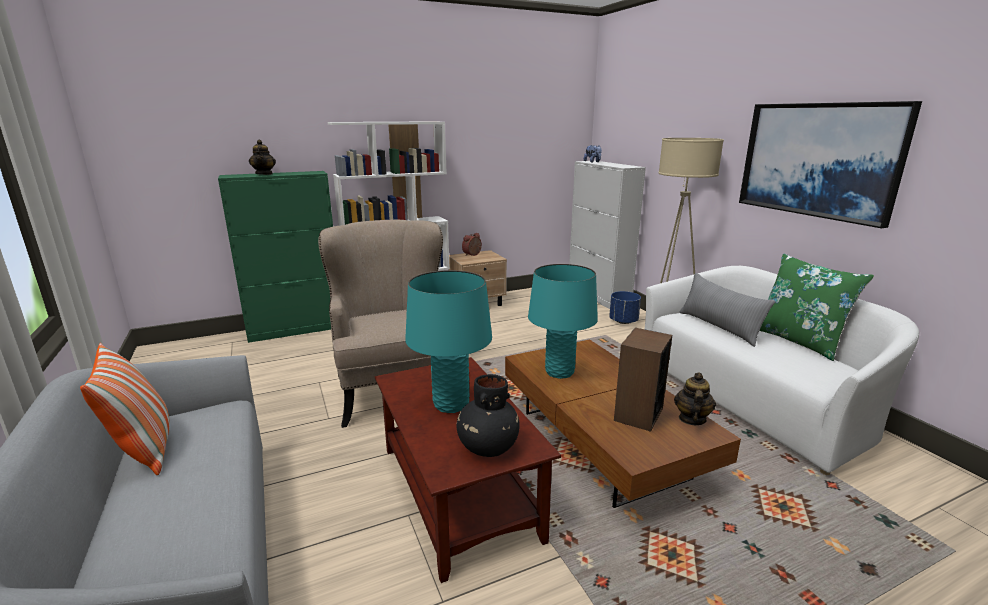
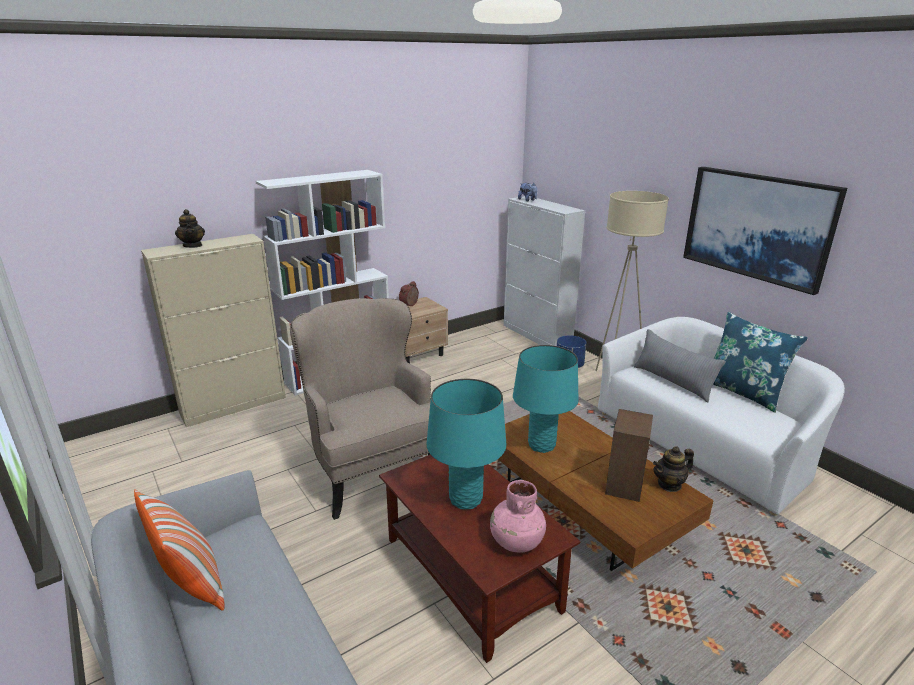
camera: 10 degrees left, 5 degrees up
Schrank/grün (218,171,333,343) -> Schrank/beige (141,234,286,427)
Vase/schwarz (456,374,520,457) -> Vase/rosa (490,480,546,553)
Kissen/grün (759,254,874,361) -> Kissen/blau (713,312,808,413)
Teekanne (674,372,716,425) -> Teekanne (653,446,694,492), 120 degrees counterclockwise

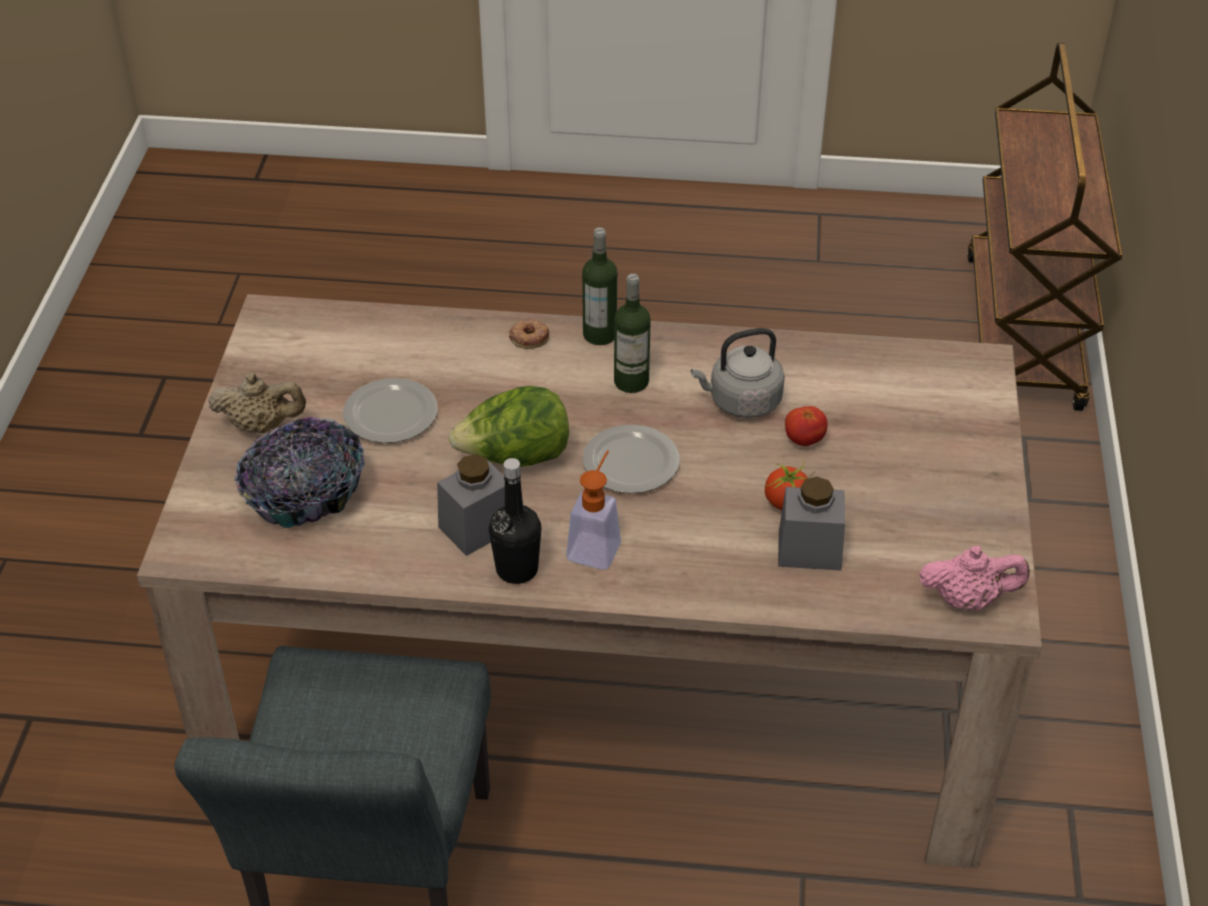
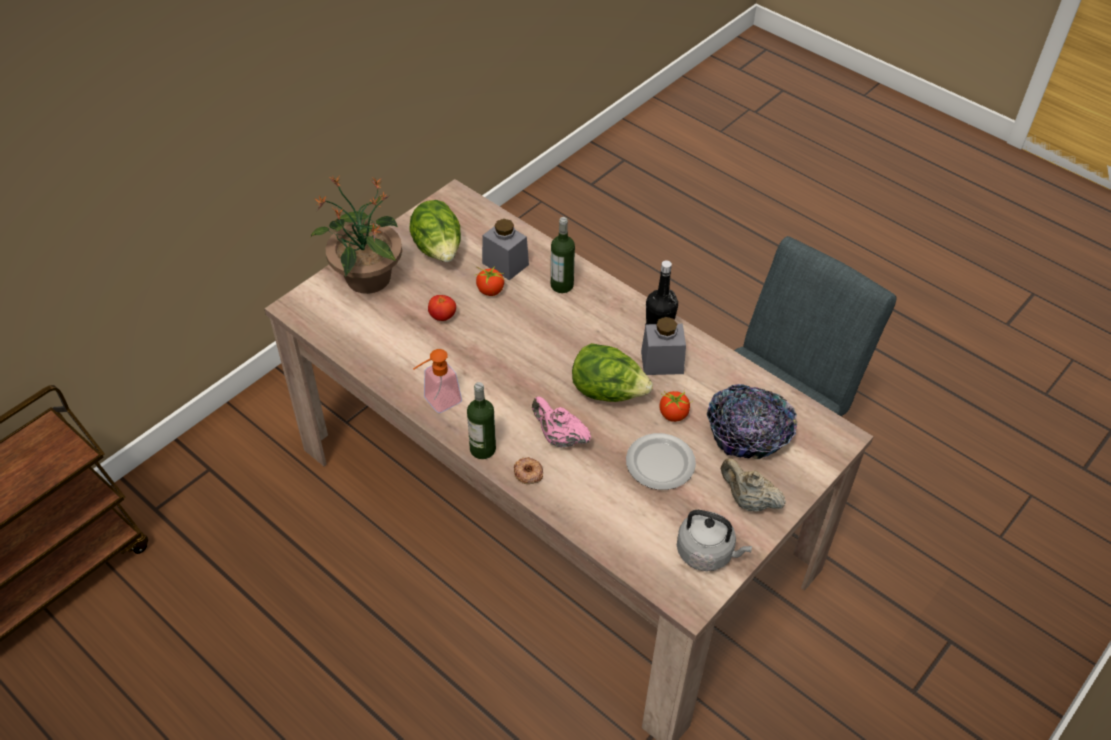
camera: 145 degrees left, 5 degrees up
Teller (583,425,680,493) -> none
none -> Topfpflanze (311,175,402,294)
none -> Salatkopf (409,200,461,262)
none -> Tomate (660,391,693,422)
Seifenspender (566,450,621,570) -> Seifenspender (413,349,462,413), relocated
Flasche (614,274,651,393) -> Flasche (551,217,575,293), relocated
Wasserkessel/grau (691,328,785,418) -> Wasserkessel/grau (677,510,752,571), relocated
Teekanne/rosa (919,546,1030,611) -> Teekanne/rosa (532,397,591,448), relocated

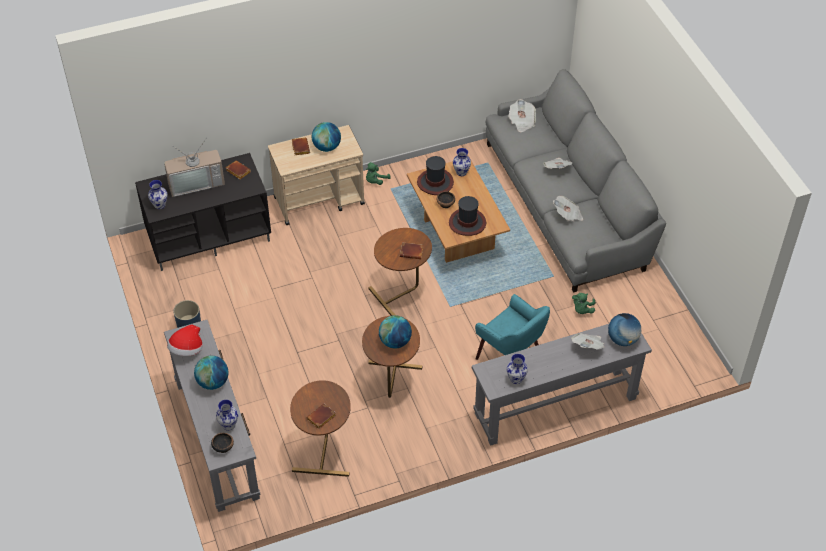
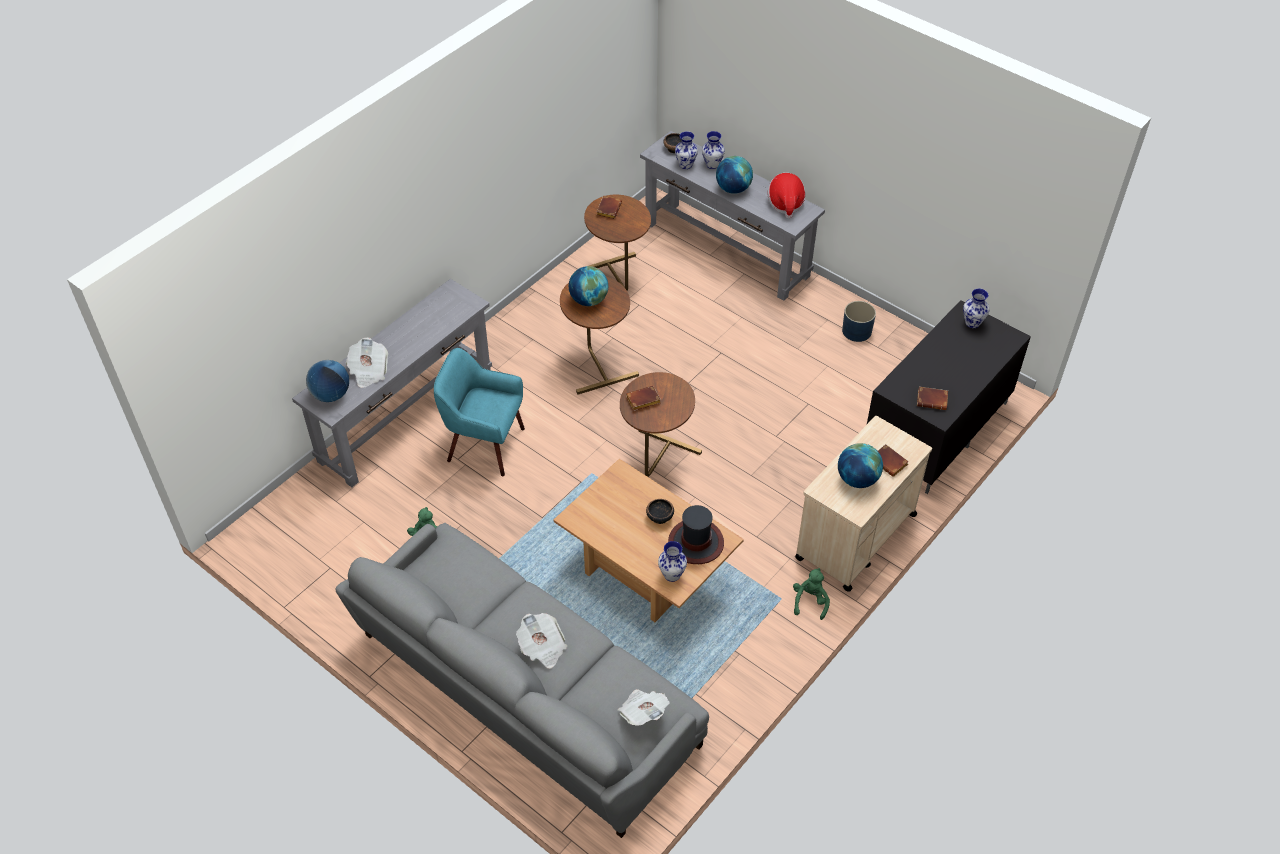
camera: 150 degrees right, 0 degrees up
Fernseher (164,137,225,197) -> none
Hut (449,196,486,236) -> none
Zeitung (553,196,584,221) -> none
Vase (506,354,528,384) -> Vase (702,131,725,169), relocated

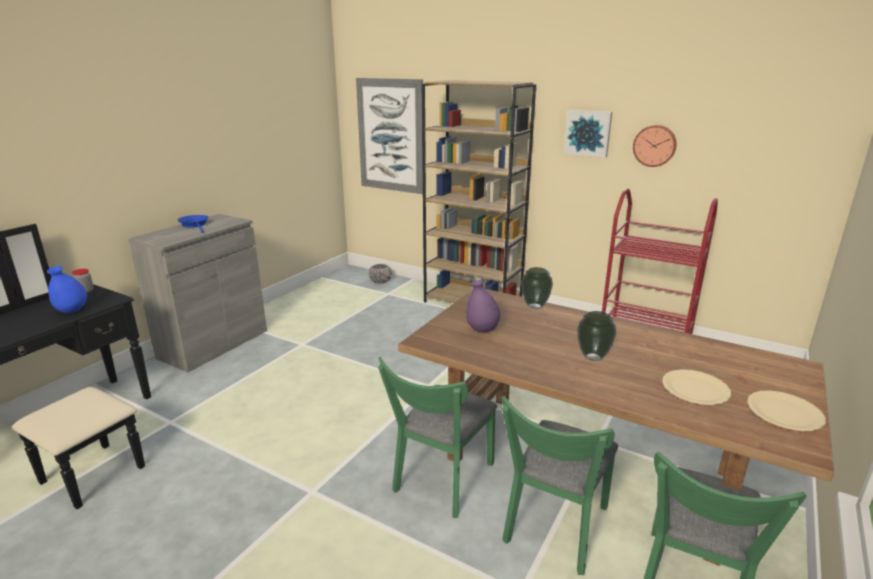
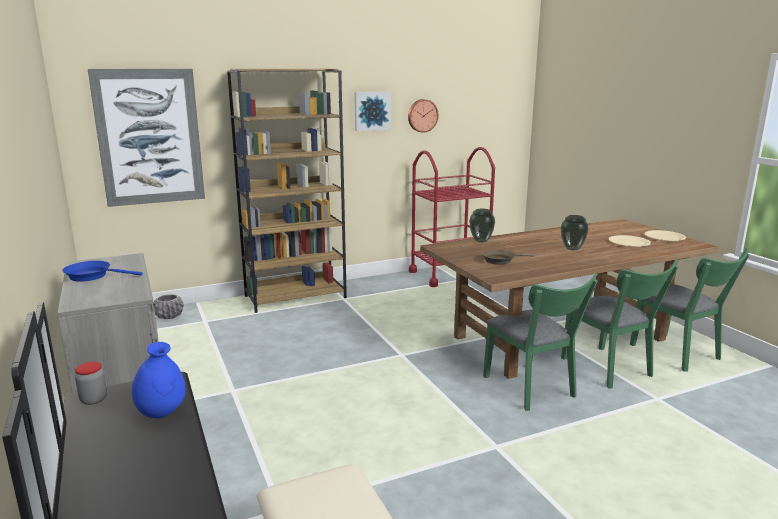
camera: 55 degrees left, 5 degrees down
Vase/lila (467,280,500,332) -> Pfanne/braun (482,250,535,265)

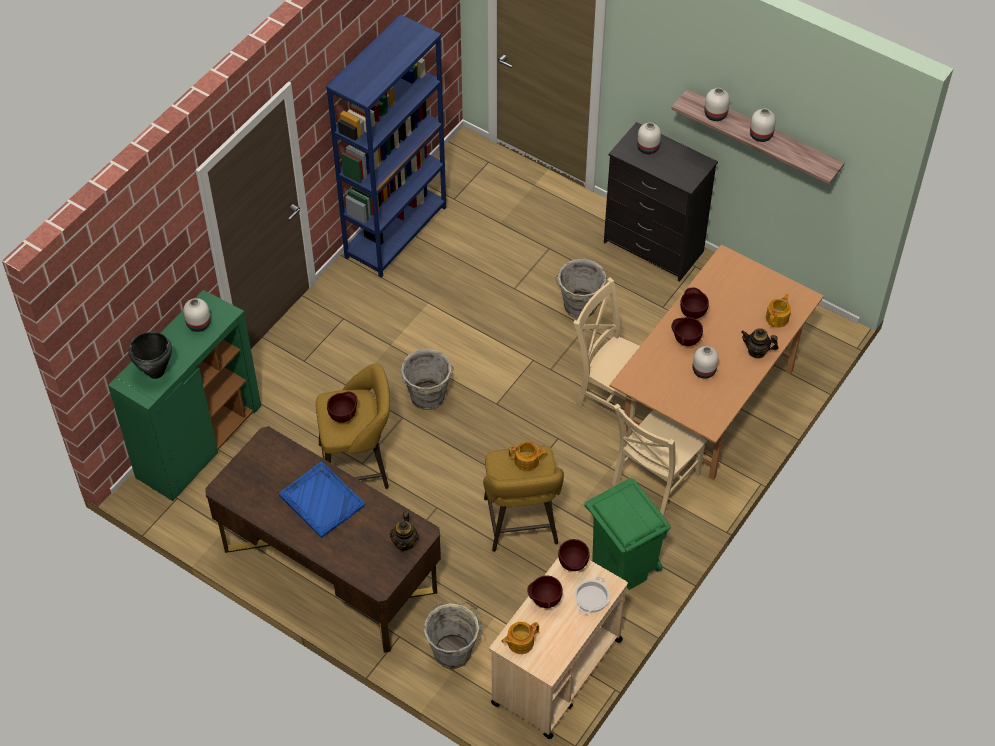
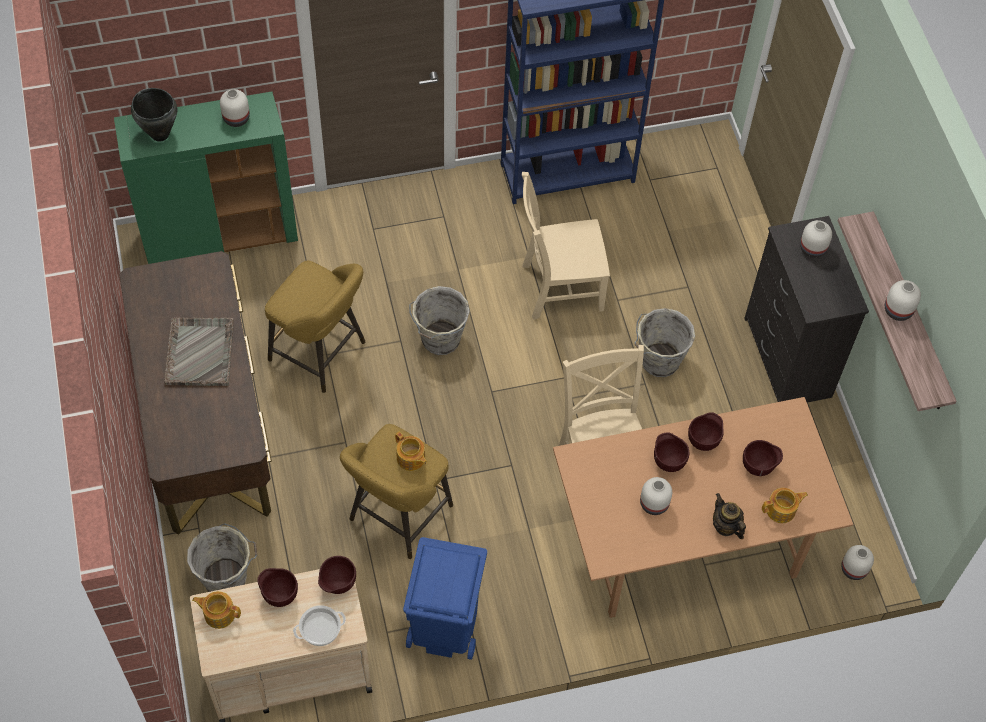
camera: 40 degrees right, 5 degrees up
Teekanne (390,512,419,551) -> none
Schüssel/braun (327,391,357,423) -> Schüssel/braun (743,440,783,476), relocated
Stuhl/beige (612,404,707,516) -> Stuhl/beige (522,172,610,320), relocated
Vase/weiß (704,88,730,121) -> Vase/weiß (841,545,874,580), relocated
Tablett/blau (279,462,365,538) -> Tablett/grau (164,317,234,386)
Mülleimer/grün (584,478,671,590) -> Mülleimer/blau (403,537,487,660)

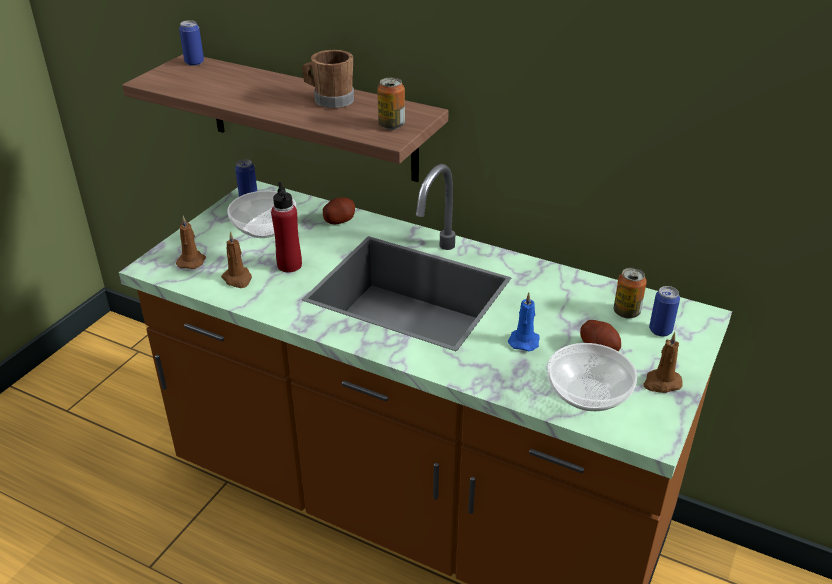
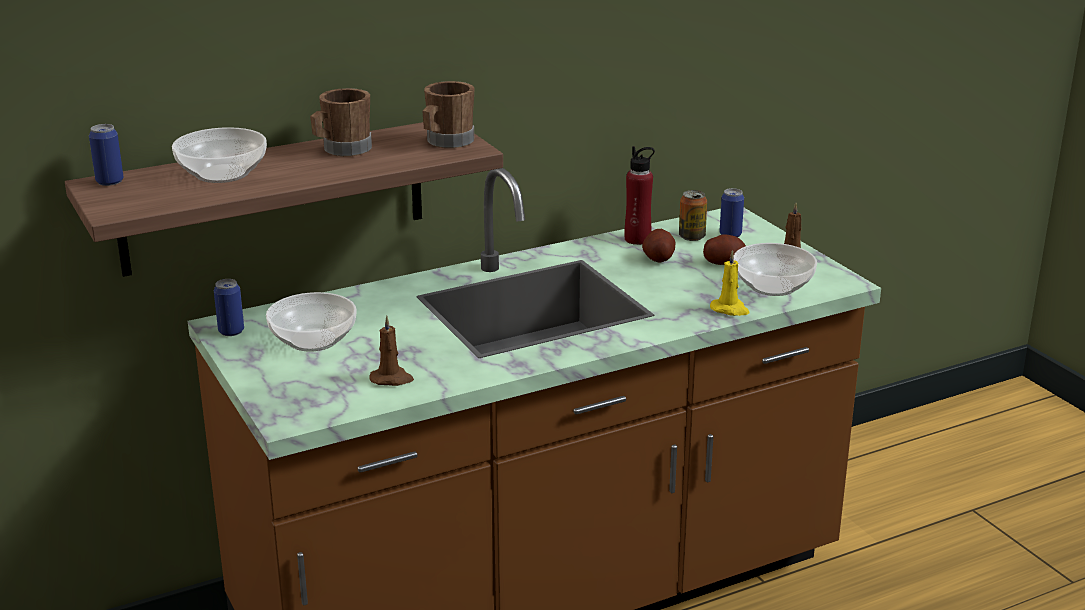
camera: 55 degrees left, 10 degrees down
Kerze/braun (176,216,206,269) -> none
Kerze/blau (508,293,540,351) -> none
none -> Schüssel (172,127,267,183)
none -> Kerze/gelb (710,250,749,316)
Flasche/rot (271,182,302,272) -> Flasche/rot (624,146,655,245), relocated
Kartoffel (323,197,355,224) -> Kartoffel (642,229,676,262), relocated
Dose (377,78,405,130) -> Henkelbecher/braun (422,81,475,148)

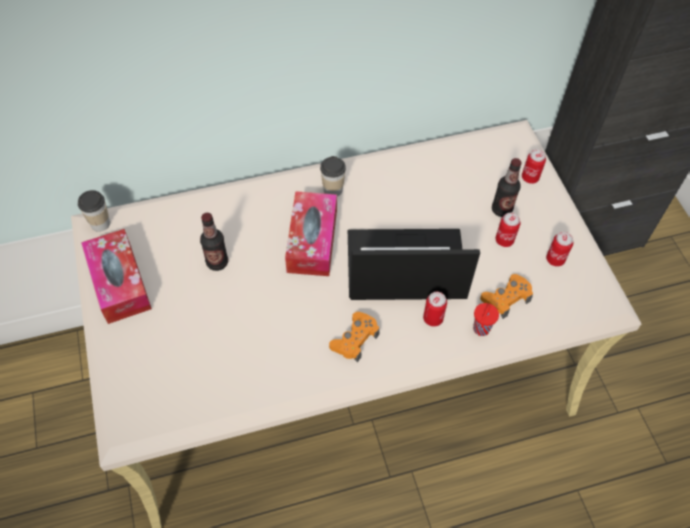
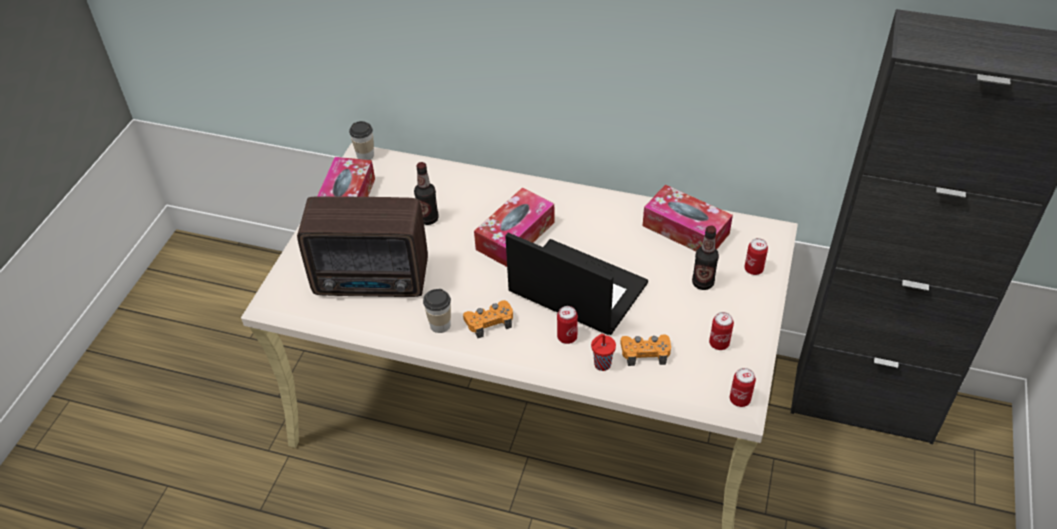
camera: 35 degrees right, 10 degrees down
none -> Radio (297,196,428,297)
none -> Taschentuchbox (643,185,733,251)
Tasse (320,156,346,196) -> Tasse (423,289,451,333), relocated
Dose (495,213,520,247) -> Dose (730,368,756,407), relocated

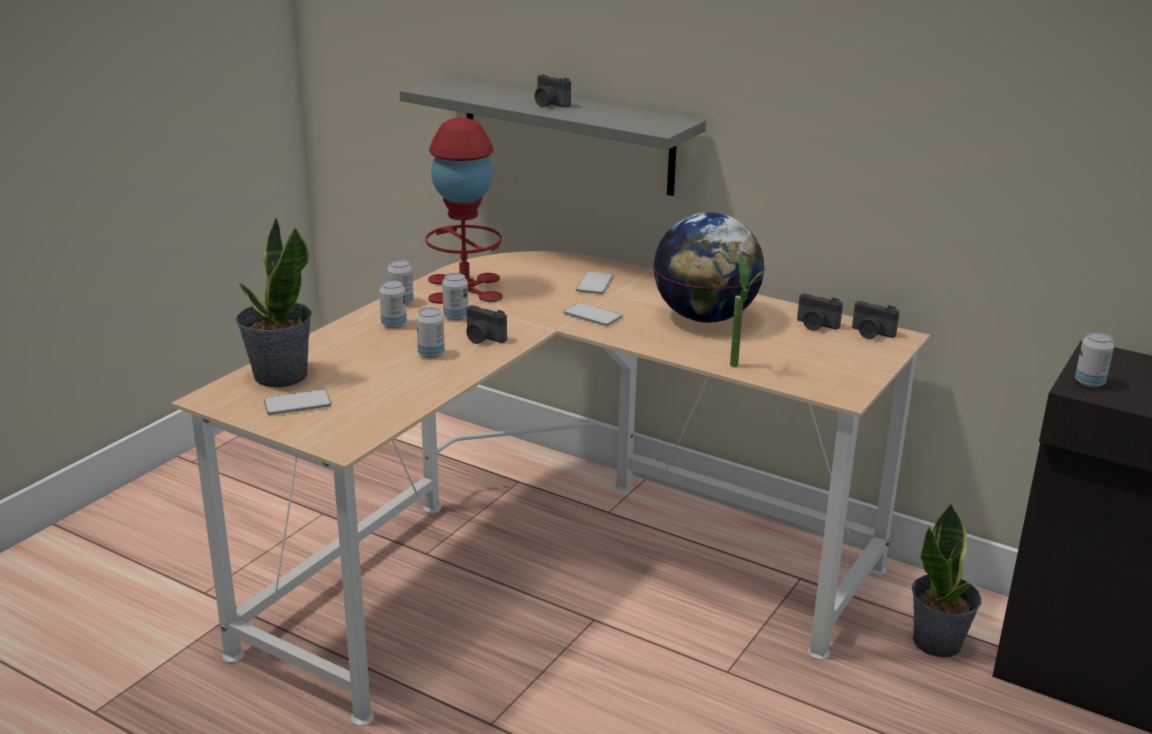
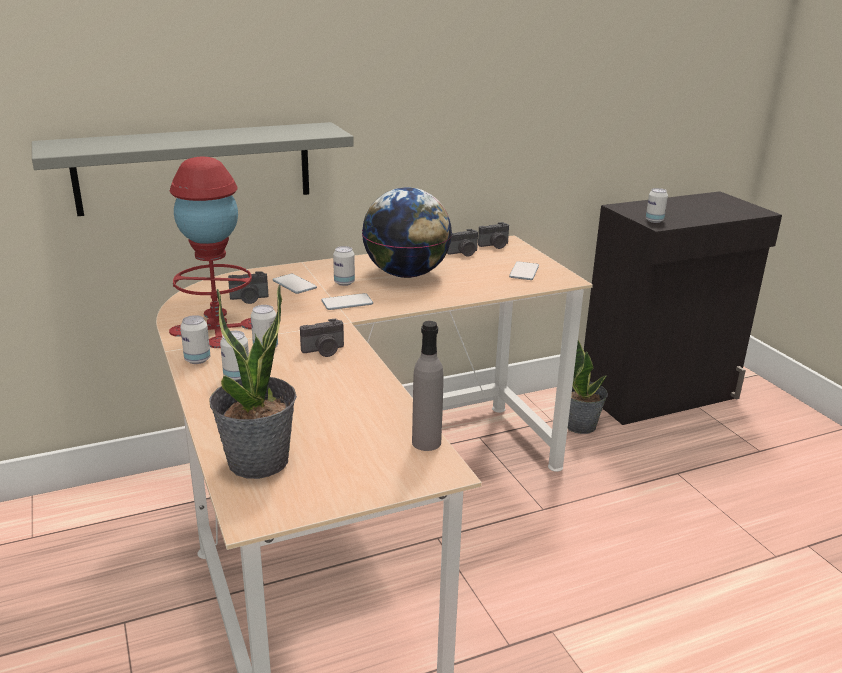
camera: 55 degrees left, 0 degrees up
Topfpflanze (730,253,767,367) -> none
none -> Flasche/grau (412,321,444,451)
Handy (264,389,331,415) -> Handy (509,262,539,280), relocated
Dose (416,307,445,358) -> Dose (333,246,355,286), relocated
Kamera (534,75,571,107) -> Kamera (228,272,269,304), relocated

